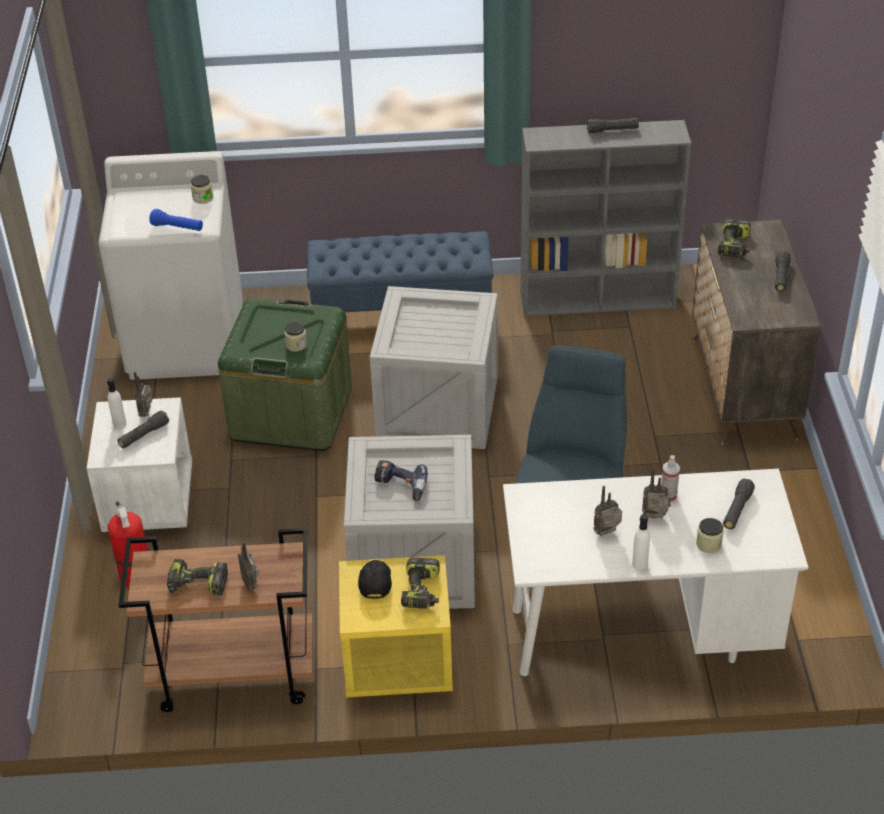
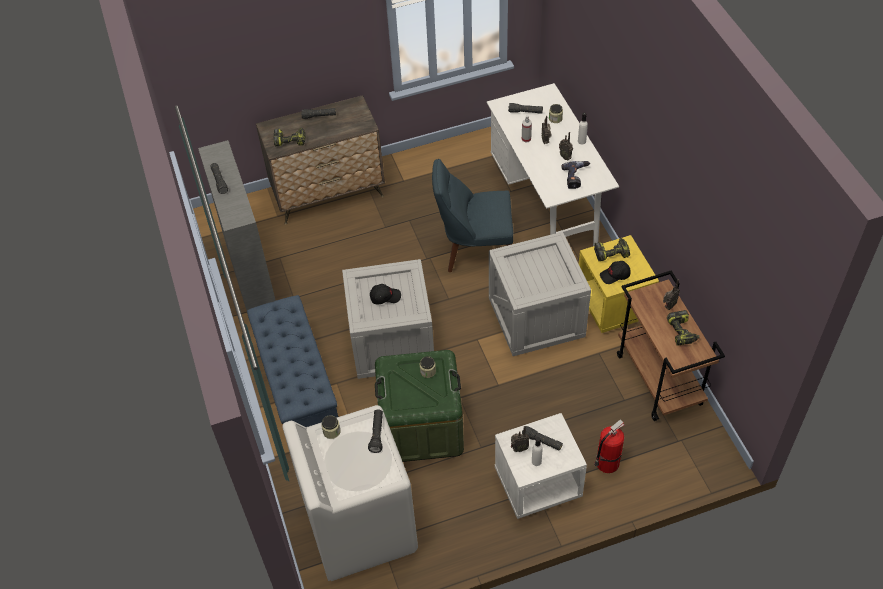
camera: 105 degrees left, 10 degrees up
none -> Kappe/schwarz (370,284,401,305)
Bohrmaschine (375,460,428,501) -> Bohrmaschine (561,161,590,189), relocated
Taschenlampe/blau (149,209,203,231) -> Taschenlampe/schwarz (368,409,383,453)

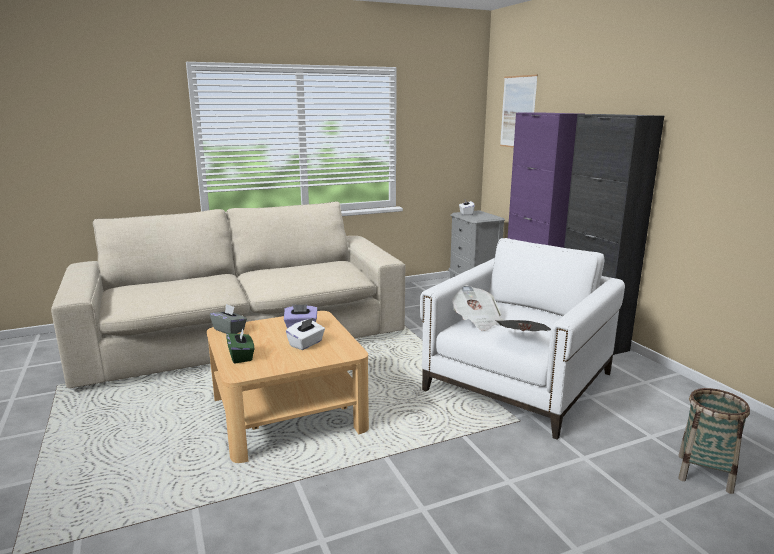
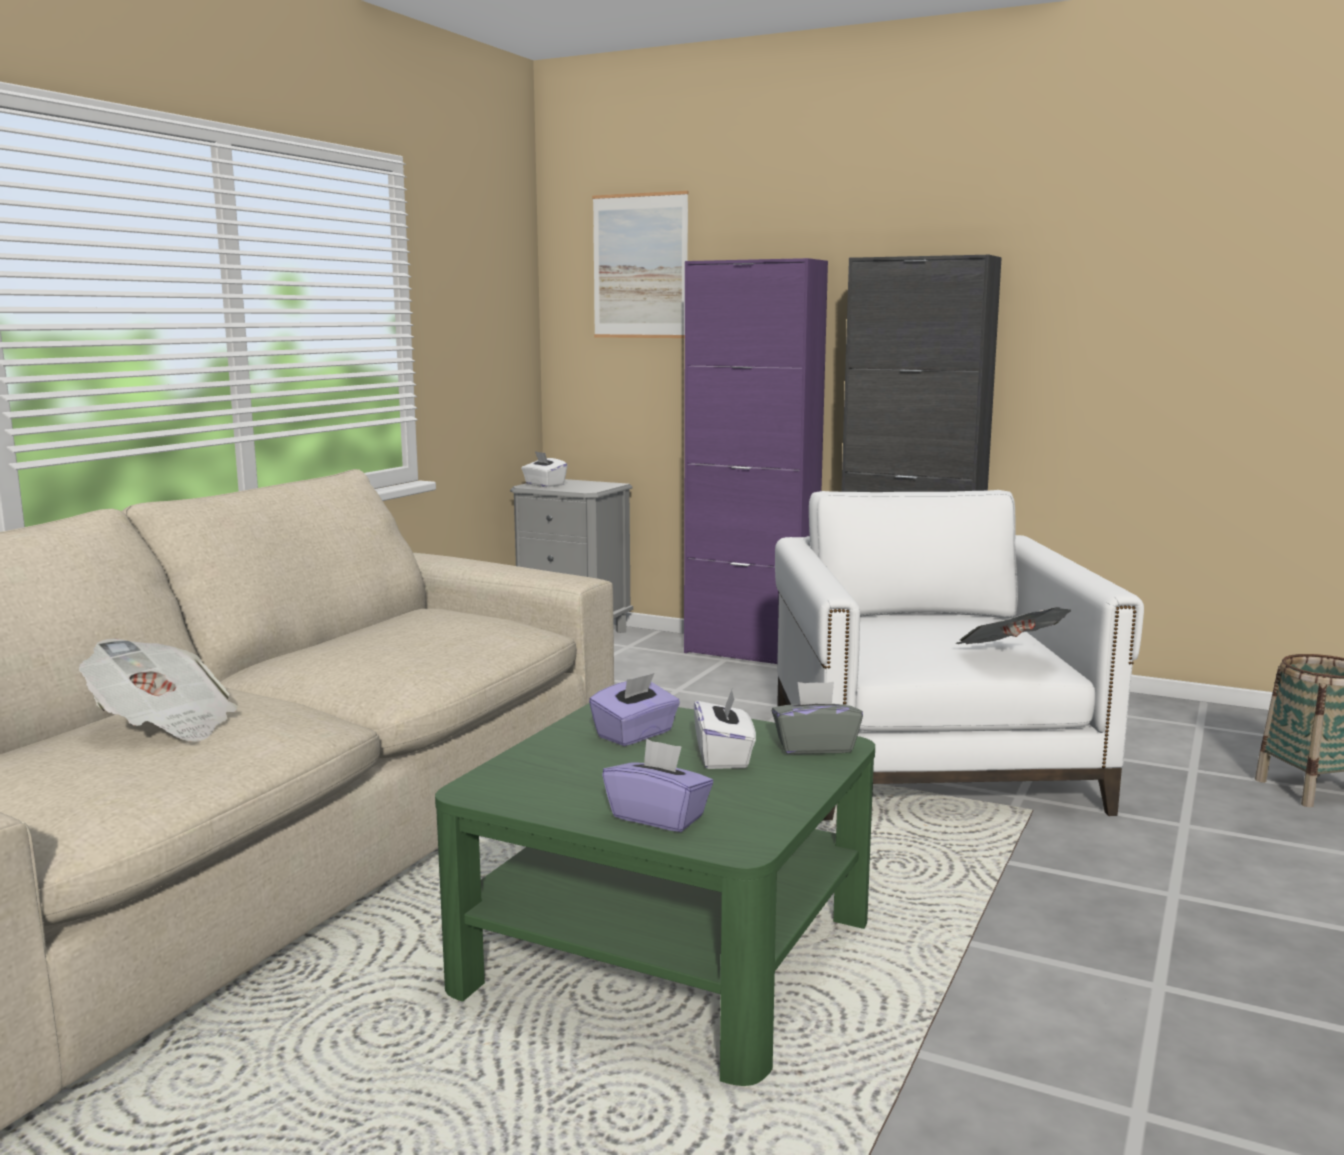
camera: 40 degrees left, 5 degrees down
Taschentuchbox/grau (210,304,247,334) -> Taschentuchbox/grau (772,682,863,754), relocated
Zeitung (452,285,503,331) -> Zeitung (79,638,238,742), relocated
Couchtisch/beige (207,311,369,463) -> Couchtisch/grün (435,703,875,1086)
Taschentuchbox/grün (226,328,254,364) -> Taschentuchbox/lila (602,739,713,832)

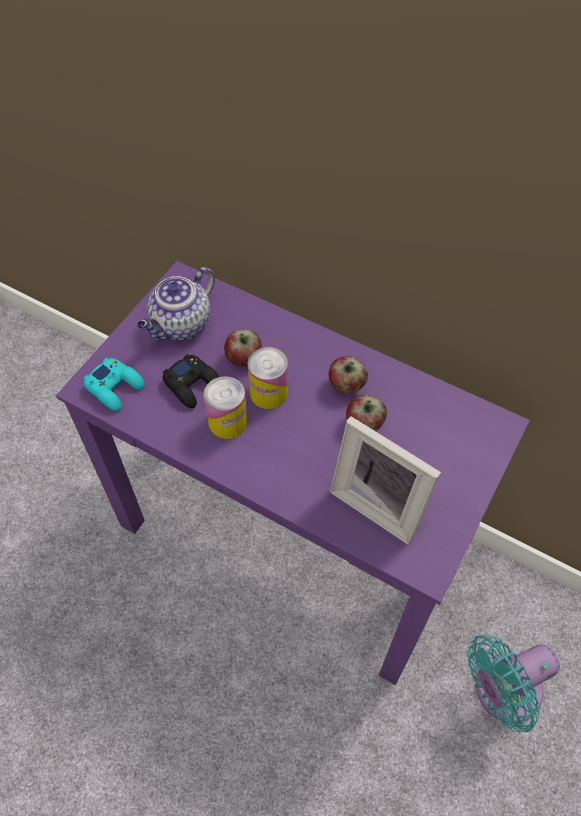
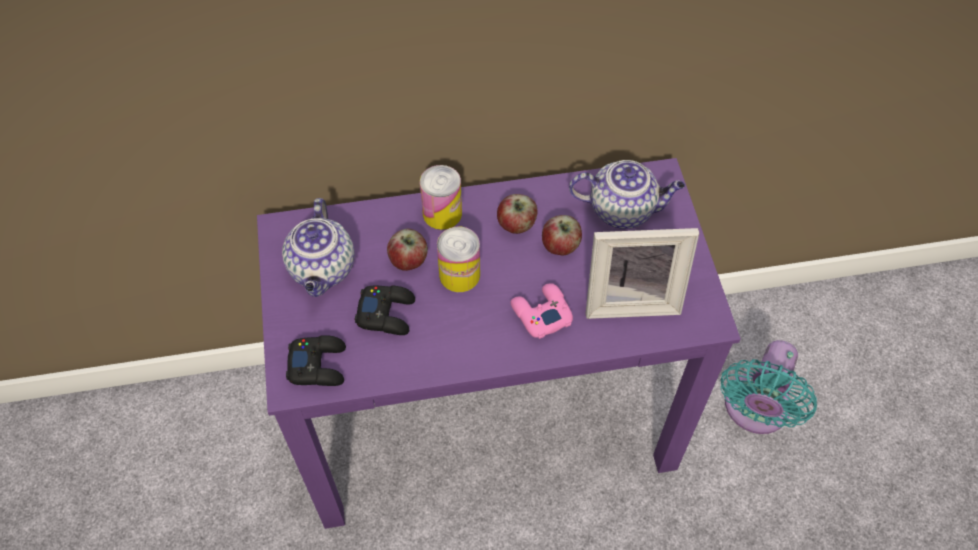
camera: 40 degrees left, 0 degrees up
none -> Gamepad/rosa (511,283,573,339)
none -> Teekanne (569,160,685,229)
Dose (203,376,248,439) -> Dose (420,165,462,230), relocated
Gamepad/türkis (84,358,145,411) -> Gamepad/schwarz (286,335,346,386)

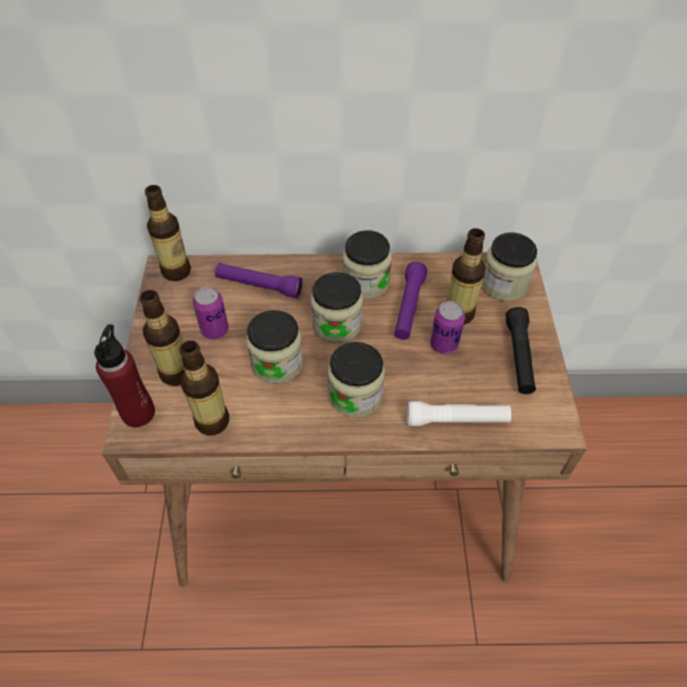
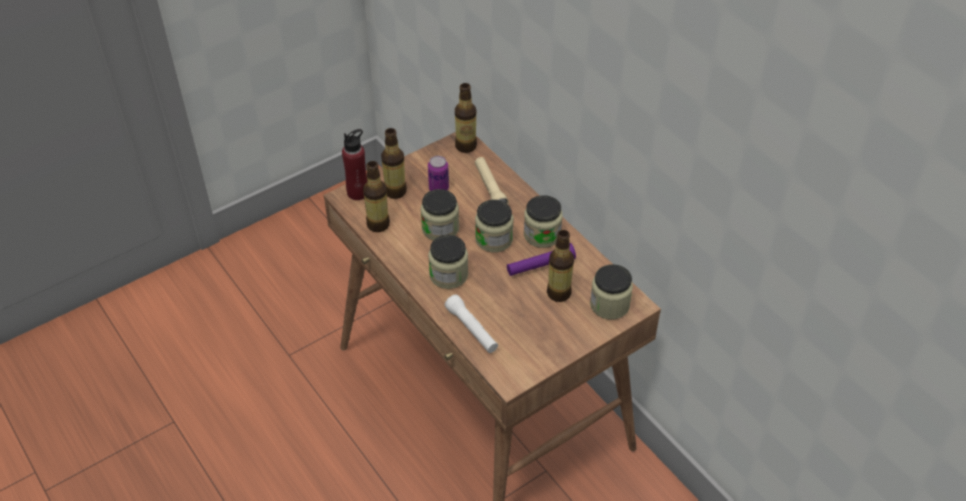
camera: 55 degrees right, 5 degrees down
Dose (430,301,465,354) -> none
Taschenlampe/schwarz (506,307,536,394) -> none
Taschenlampe/lila (215,263,302,298) -> Taschenlampe/beige (475,157,509,204)

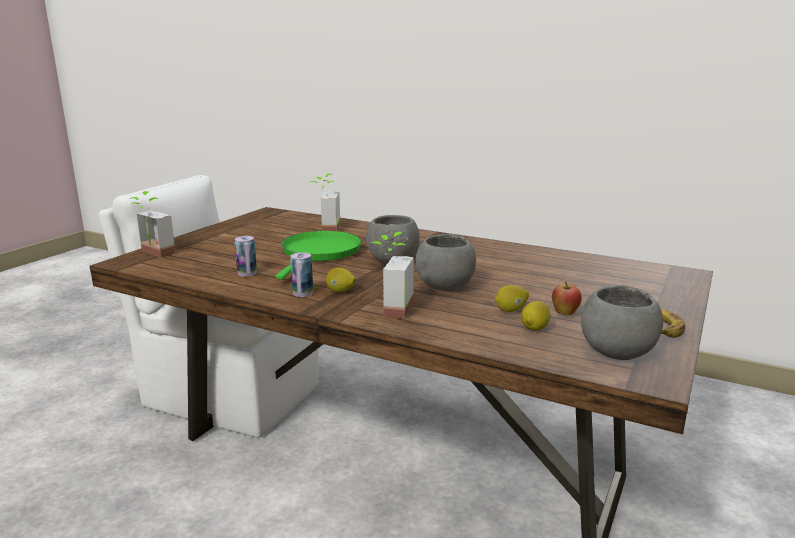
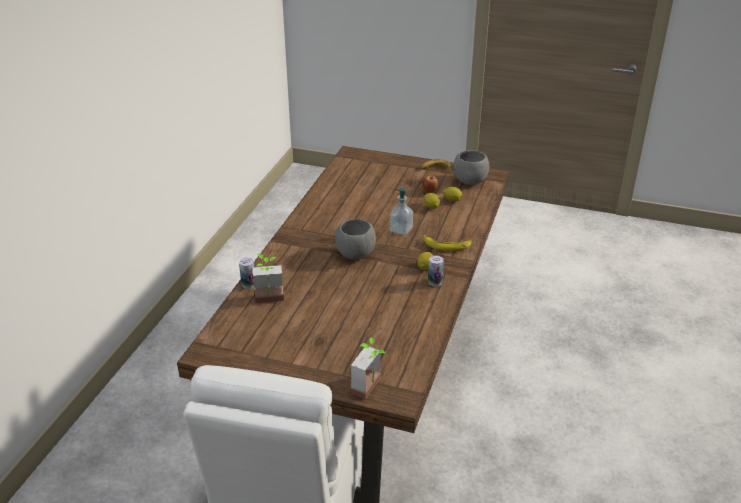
camera: 100 degrees left, 15 degrees up
Pfanne/grün (276,231,362,280) -> none
Dose (235,236,257,277) -> Dose (239,258,255,289), relocated
Topfpflanze (371,232,414,319) -> Banane (423,235,471,251)
Schüssel/grau (416,234,476,291) -> Seifenspender (390,188,413,235)

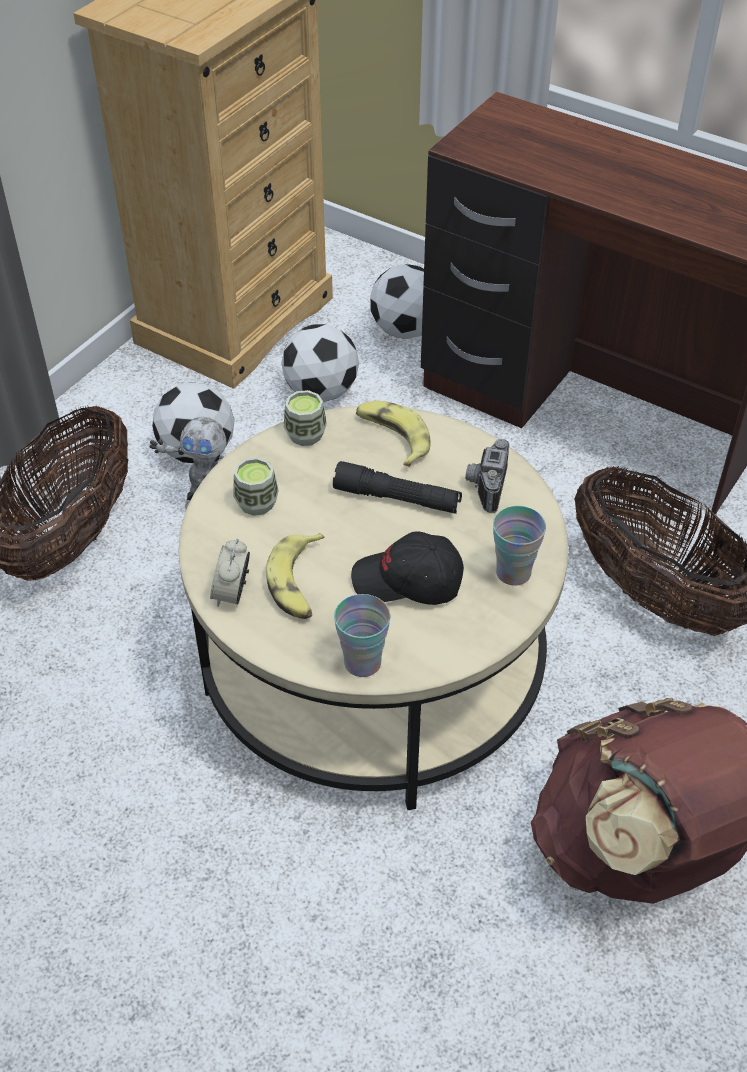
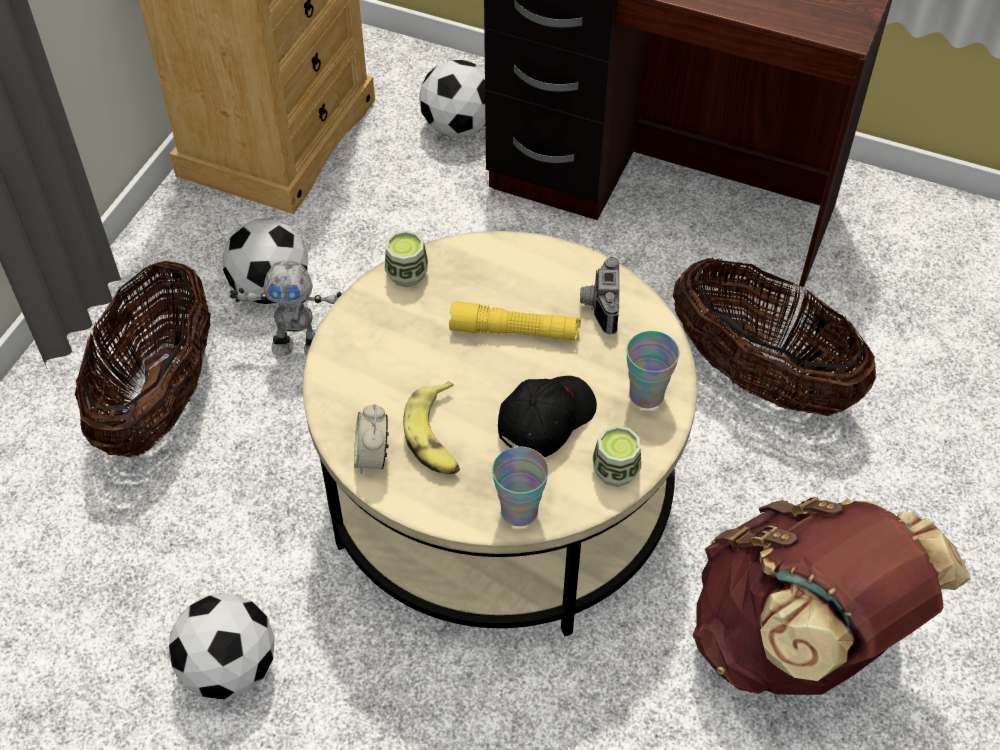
camera: 10 degrees left, 5 degrees up
Banane (356,401,430,467) -> none
Tasse (233,457,279,516) -> Tasse (593,425,641,487), relocated
Fußball (281,324,359,402) -> Fußball (169,594,275,700), relocated
Taschenlampe/schwarz (333,461,462,514) -> Taschenlampe/gelb (449,301,581,341)
Kappe/schwarz (351,531,464,605) -> Kappe/schwarz (498,376,597,457), 135 degrees clockwise

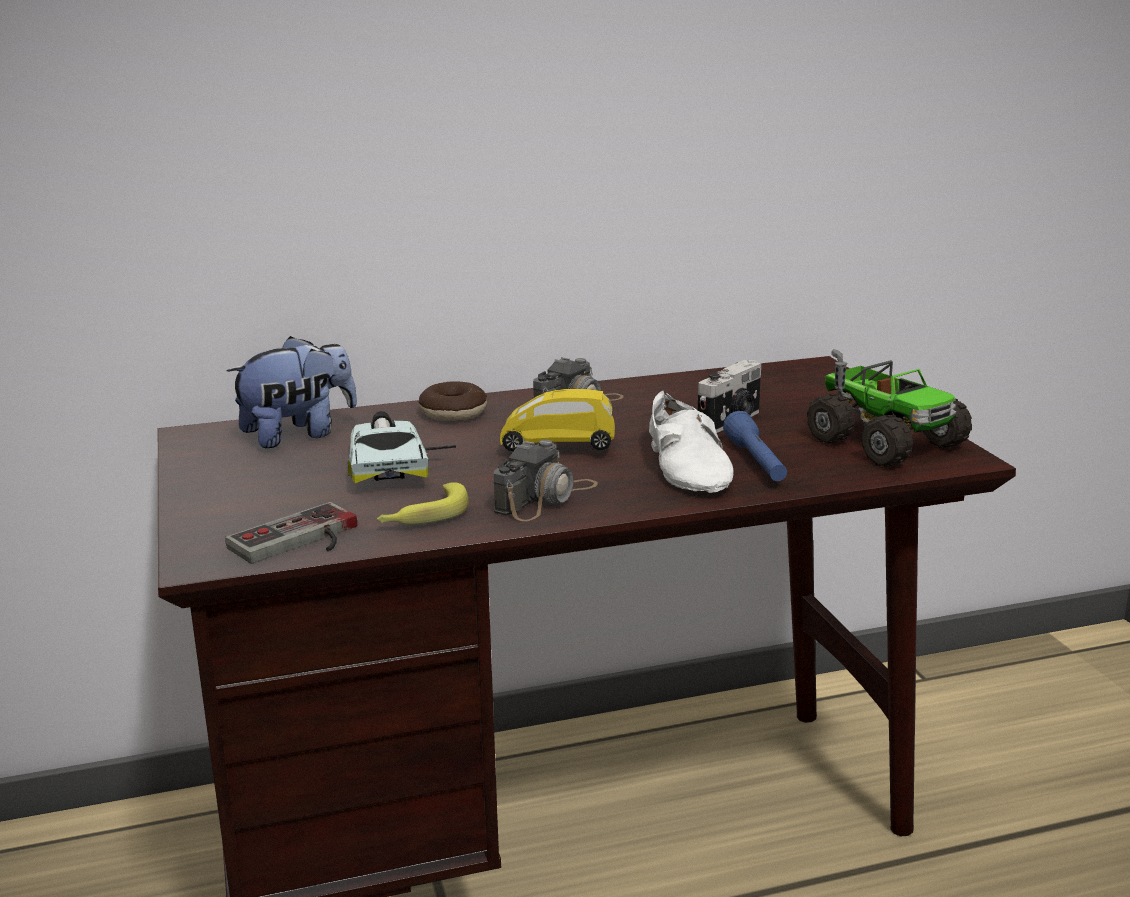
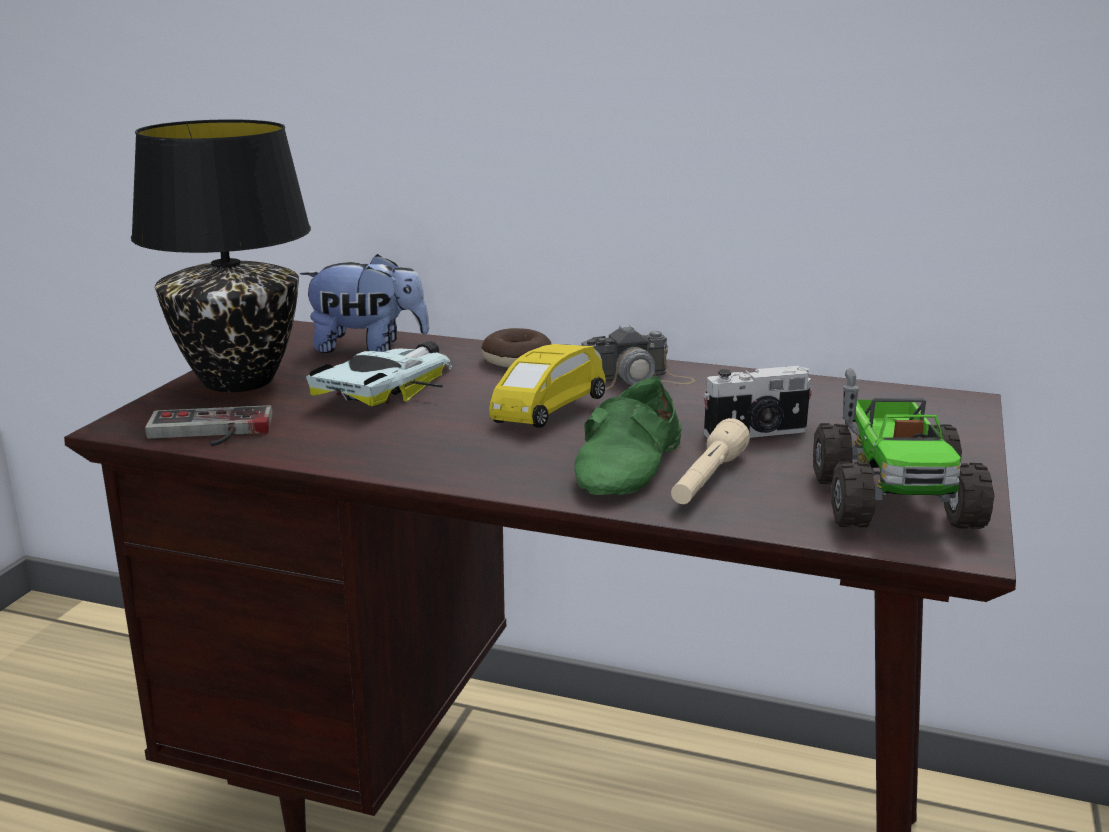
camera: 35 degrees right, 0 degrees up
Banane (377,482,468,525) -> none
Kamera (494,440,598,521) -> none
none -> Tischlampe/schwarz (131,119,311,392)
Schuh/weiß (649,391,733,493) -> Schuh/grün (574,376,682,495)
Taschenlampe/blau (723,411,787,481) -> Taschenlampe/beige (671,418,750,504)
Spielzeugauto/gelb (500,389,615,451) -> Spielzeugauto/gelb (489,344,606,428), 90 degrees counterclockwise

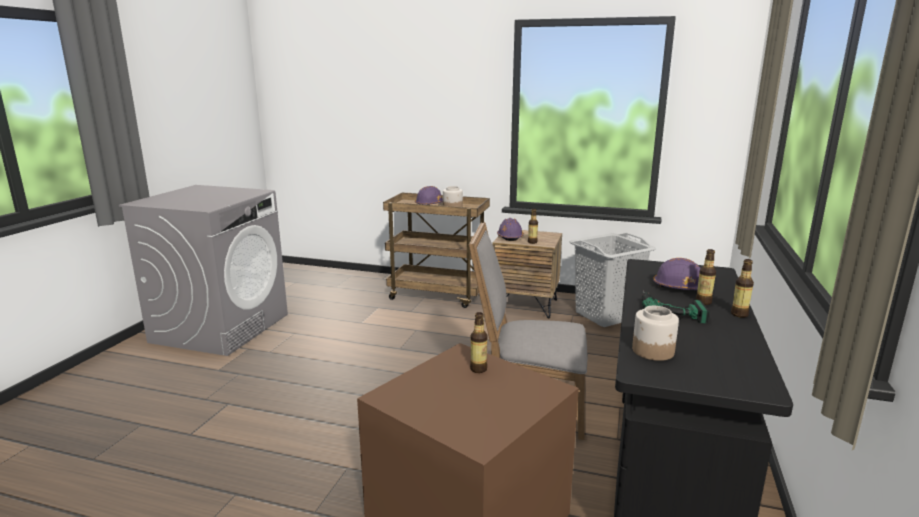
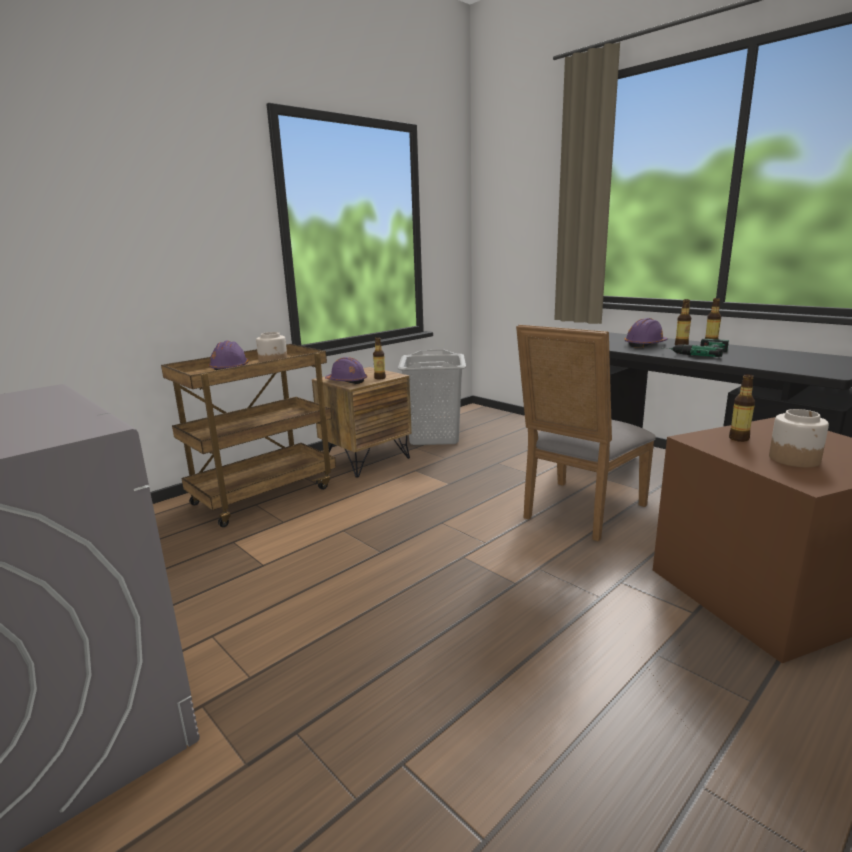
camera: 60 degrees left, 0 degrees up
Vorratsglas (632,306,679,361) -> Vorratsglas (769,409,829,467), relocated

